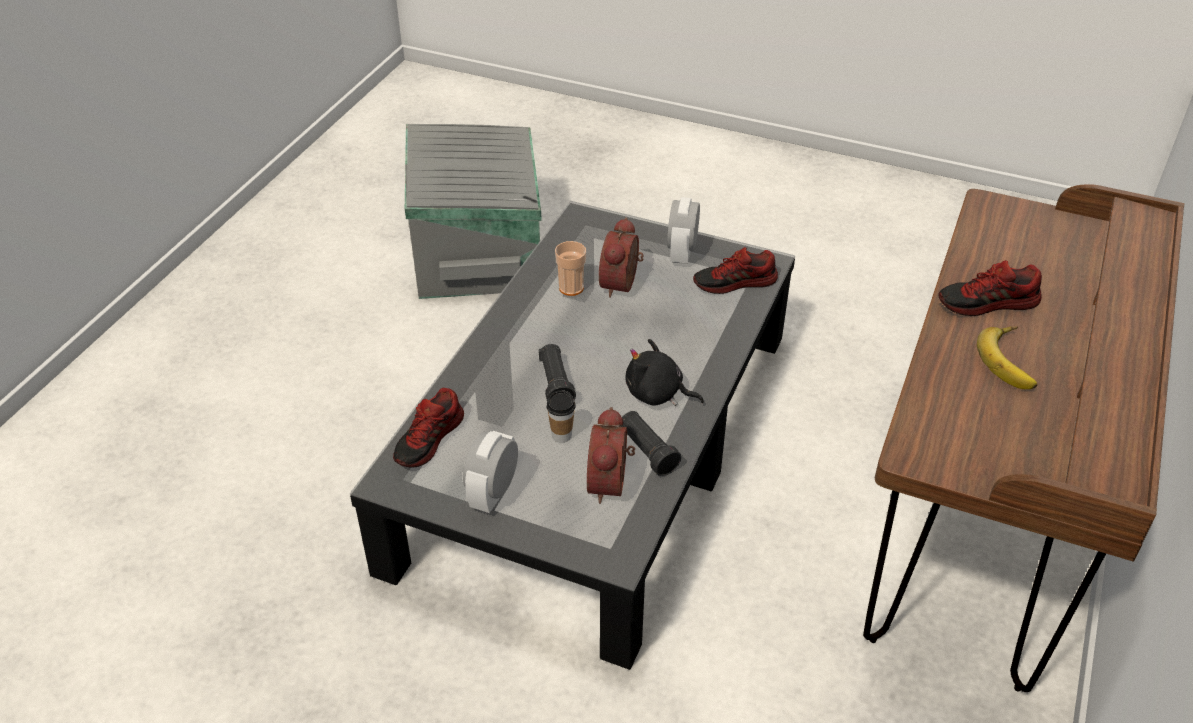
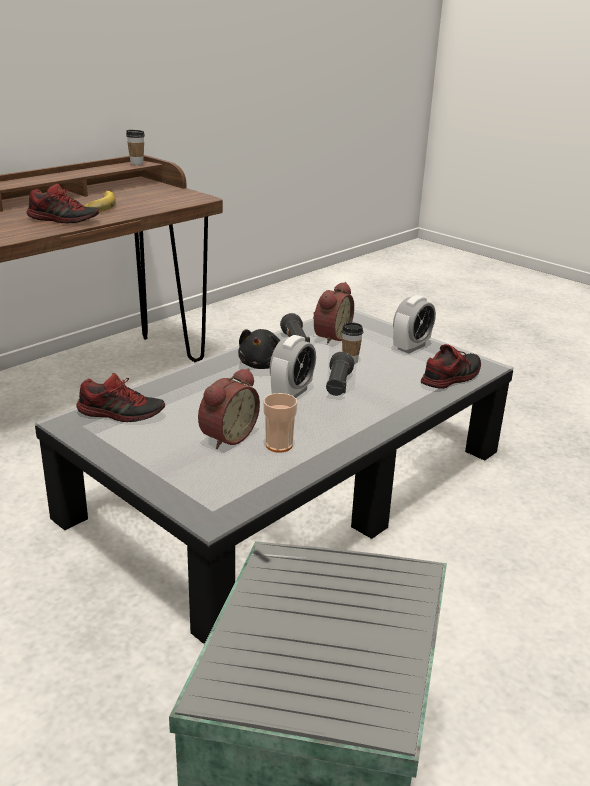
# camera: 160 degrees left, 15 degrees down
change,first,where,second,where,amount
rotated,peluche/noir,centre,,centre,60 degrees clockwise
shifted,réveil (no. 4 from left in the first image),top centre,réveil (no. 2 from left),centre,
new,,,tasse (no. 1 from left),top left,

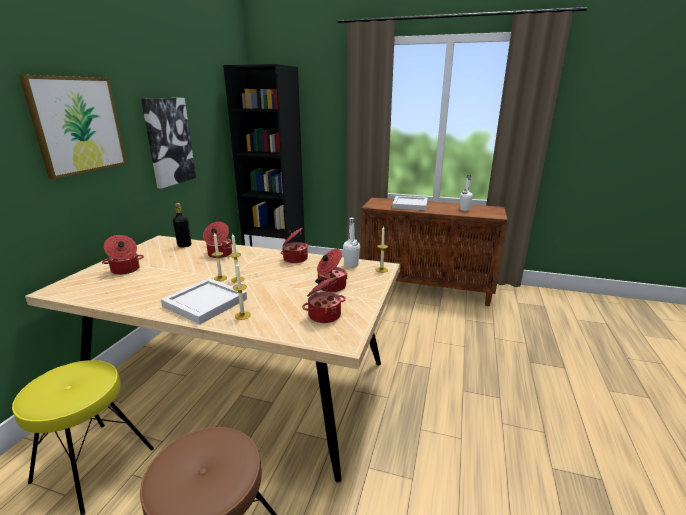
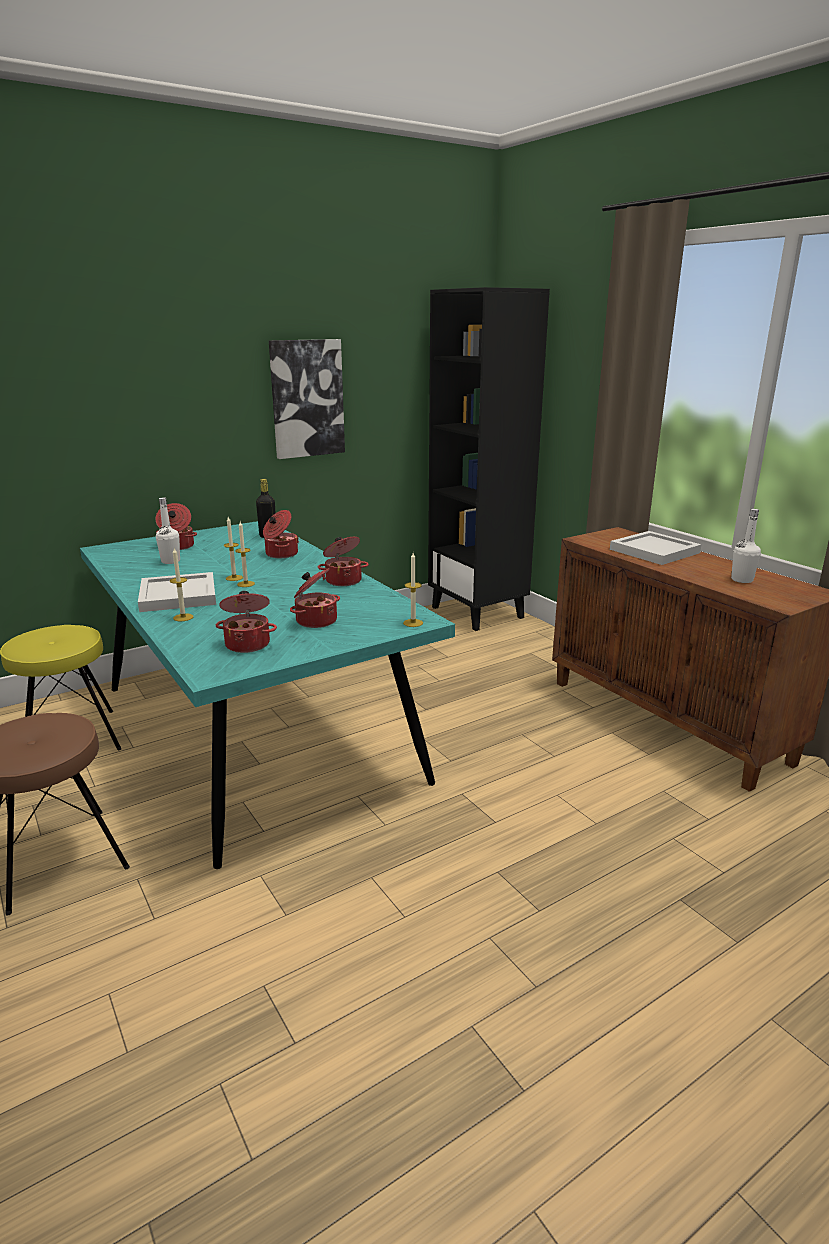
# camera: 40 degrees right, 0 degrees up
change,first,where,second,where,amount
gone,tableau (no. 1 from left),top left,,,
repainted,table à manger/beige,bottom left,table à manger/turquoise,middle left,
shifted,bouteille/blanc (no. 1 from left),centre,,middle left,

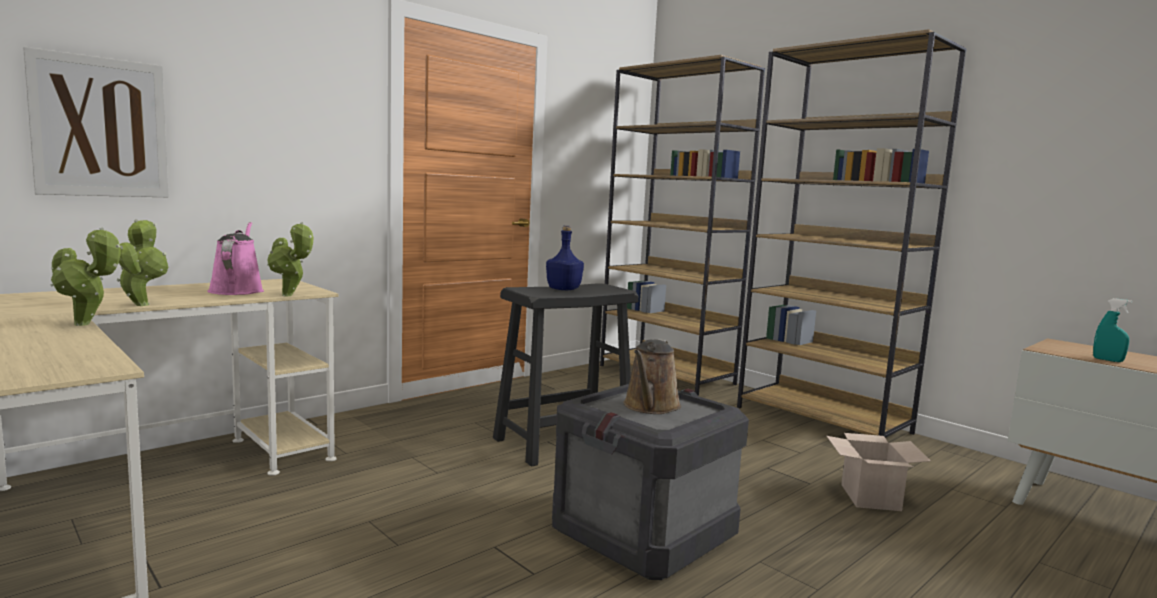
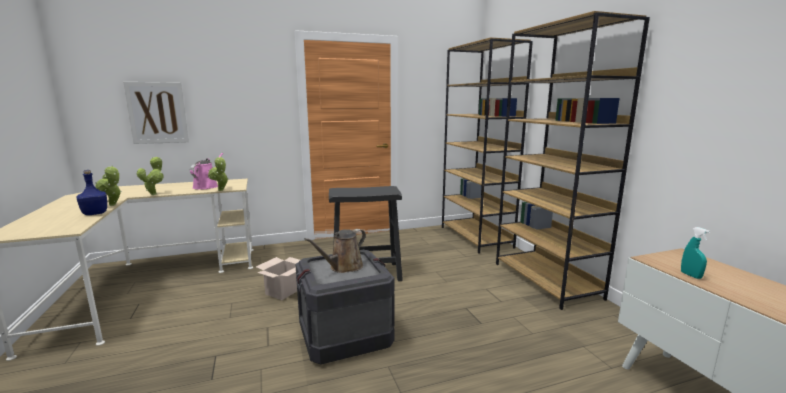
# camera: 25 degrees right, 5 degrees up
change,first,where,second,where,amount
shifted,bouteille/bleu,centre,,middle left,
shifted,carton,bottom right,,bottom centre,

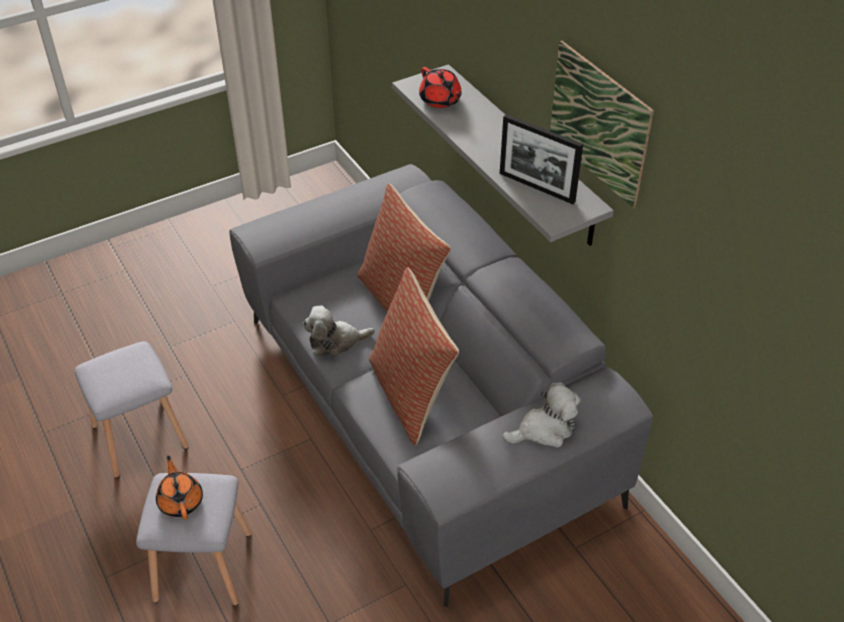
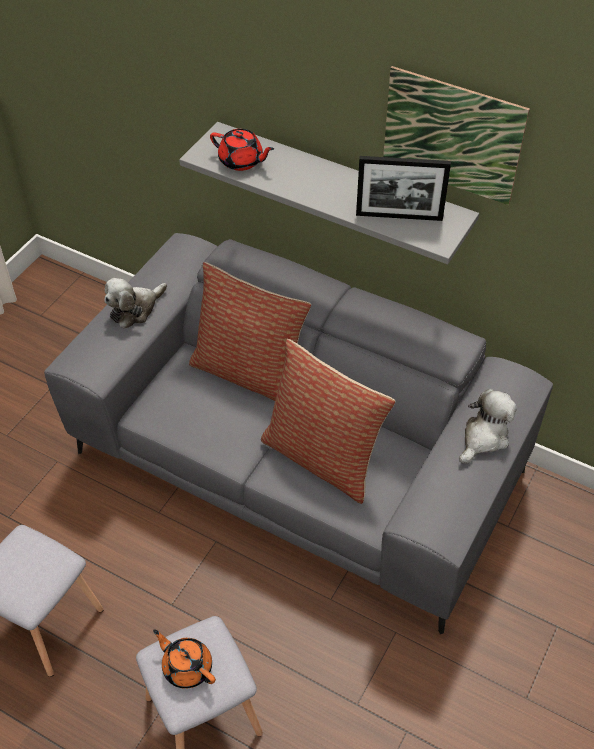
# camera: 30 degrees left, 5 degrees up
change,first,where,second,where,amount
shifted,peluche (no. 1 from left),centre,,middle left,

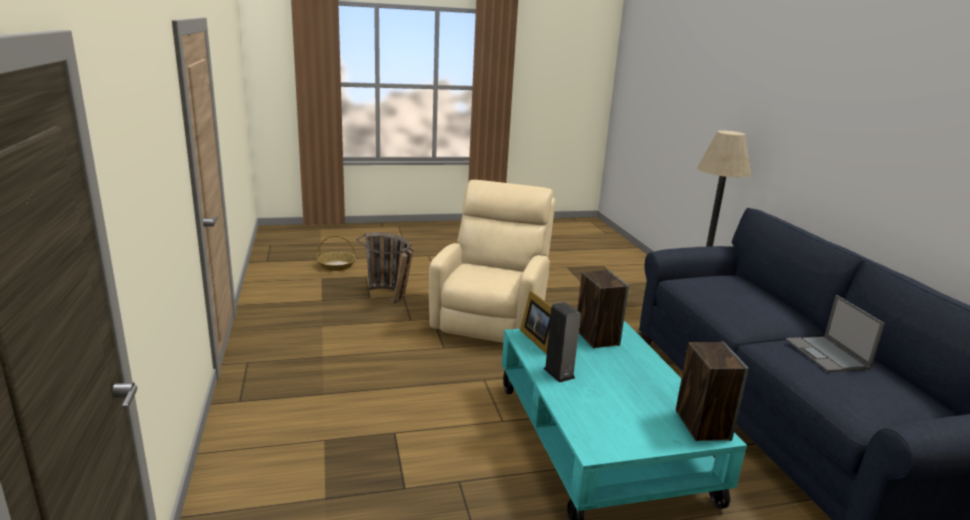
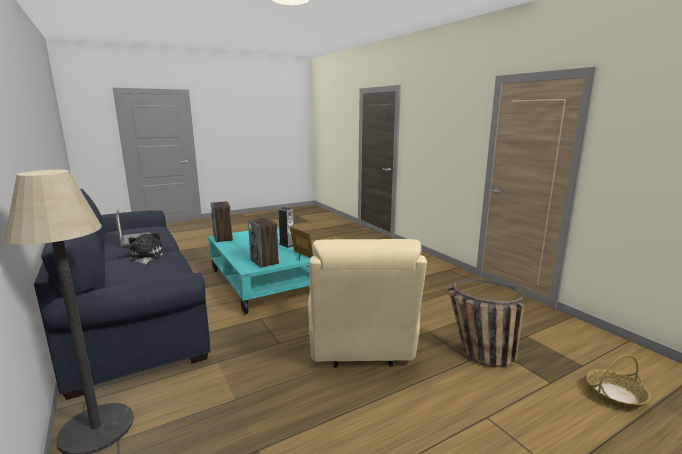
# camera: 165 degrees right, 5 degrees down
change,first,where,second,where,amount
new,,,peluche,middle left,

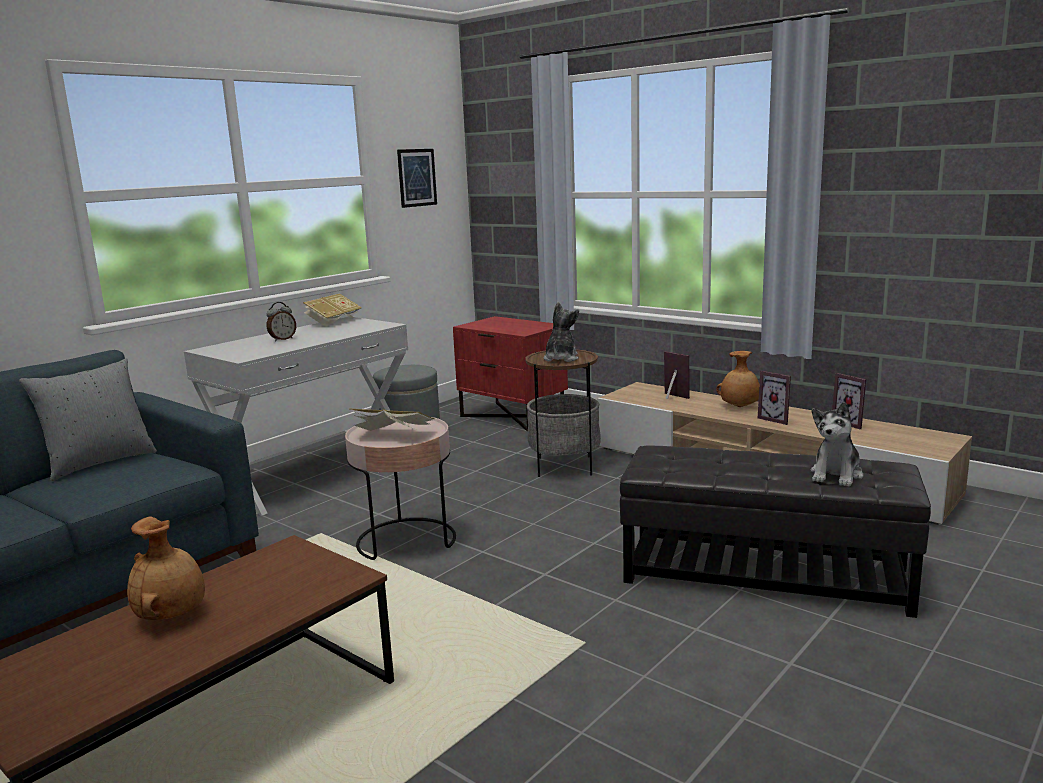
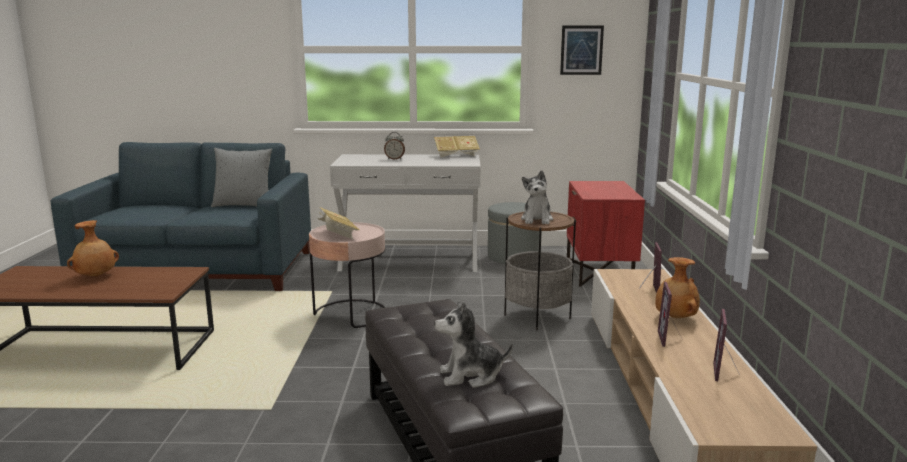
# camera: 50 degrees right, 0 degrees up
change,first,where,second,where,amount
rotated,peluche (no. 1 from left in the first image),centre,peluche (no. 2 from left),centre,120 degrees clockwise

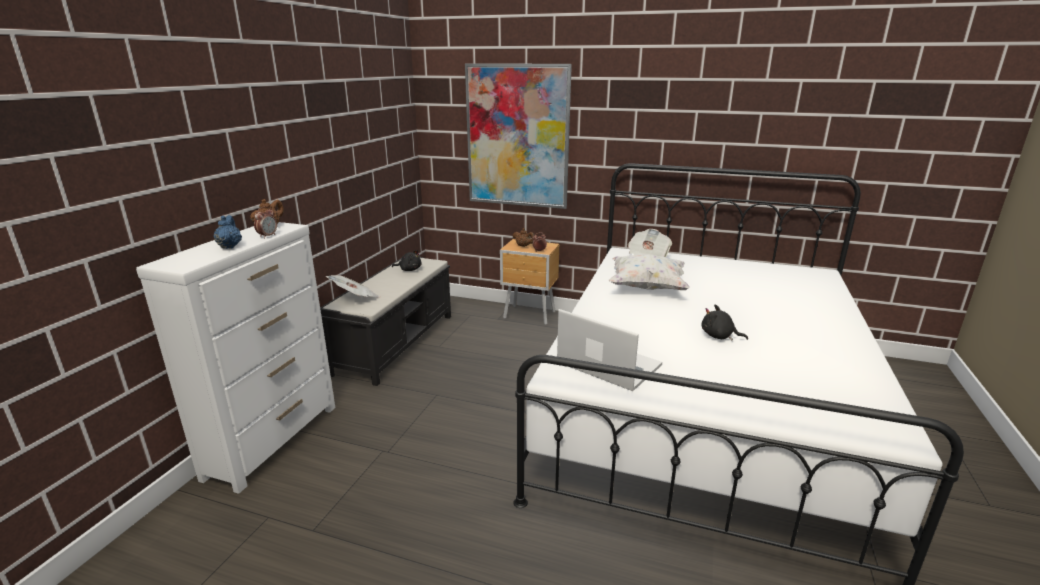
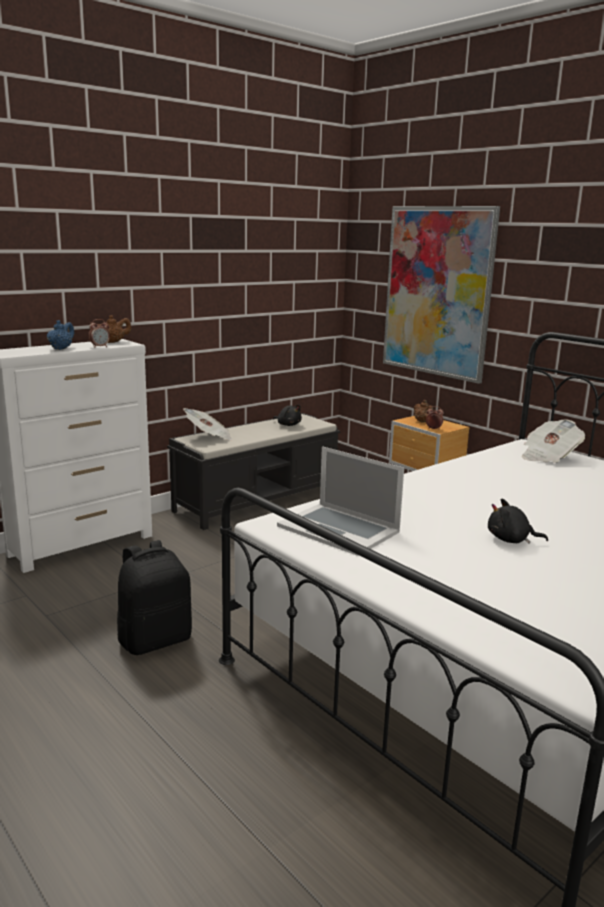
# camera: 30 degrees right, 5 degrees down
change,first,where,second,where,amount
rotated,ordinateur portable,centre,,centre,150 degrees clockwise
gone,coussin/blanc,centre,,,
rotated,peluche/noir (no. 2 from left),middle right,,middle right,45 degrees counterclockwise
new,,,sac à dos/noir,middle left,

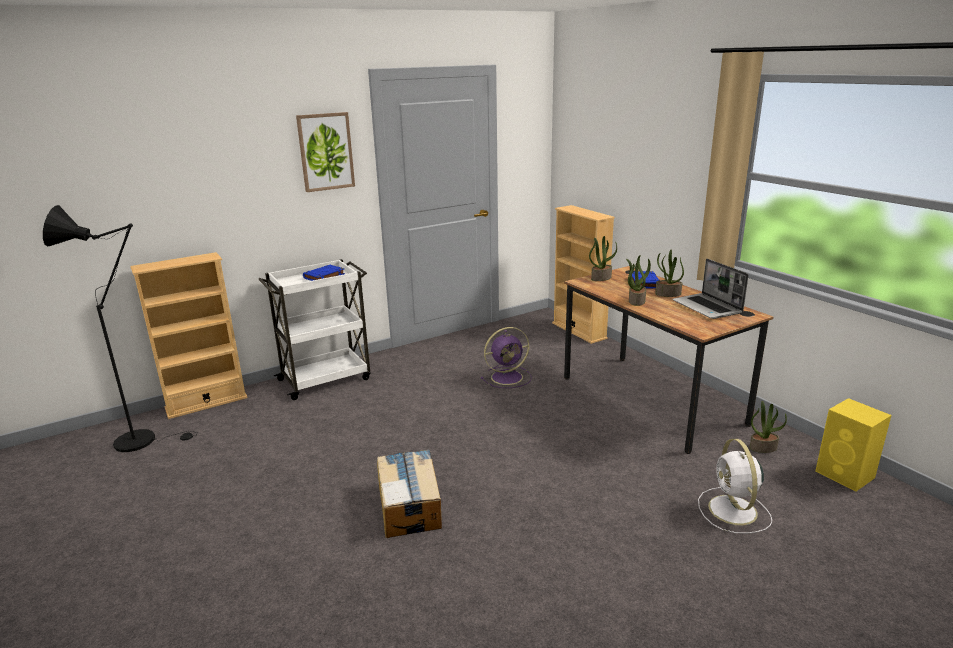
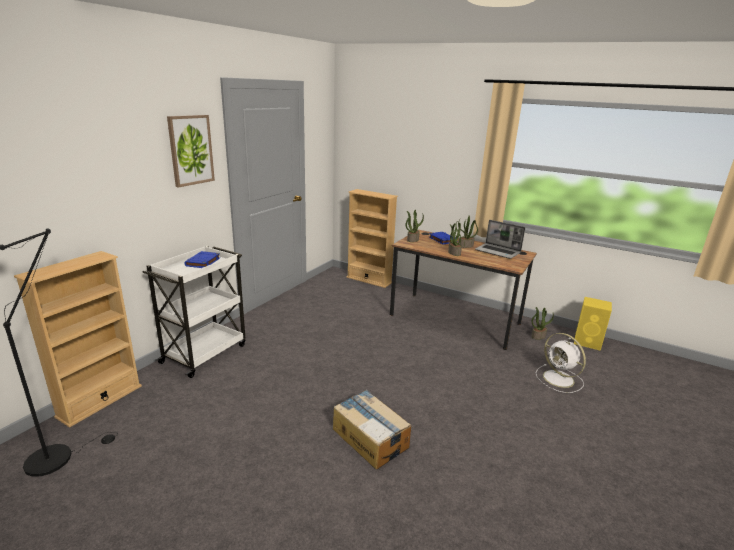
# camera: 30 degrees left, 0 degrees up
change,first,where,second,where,amount
gone,ventilateur/violet,centre,,,

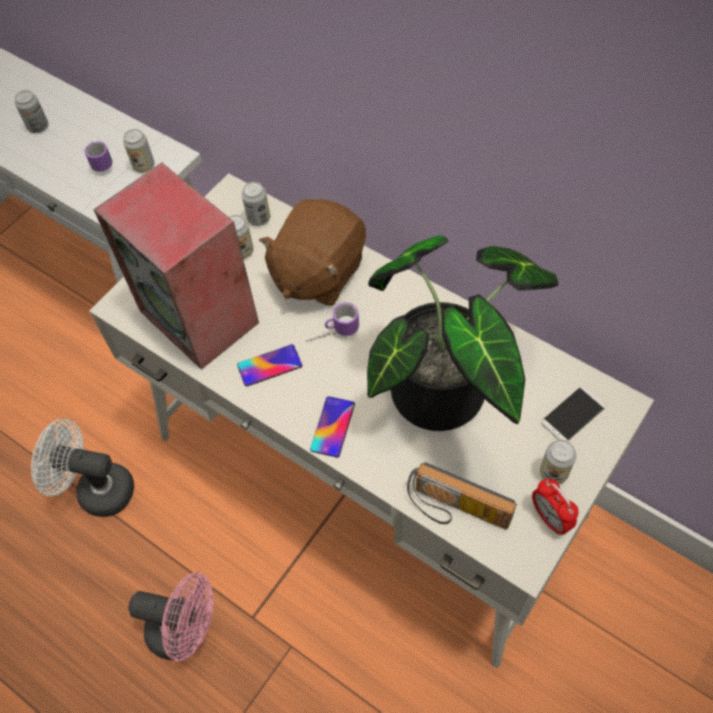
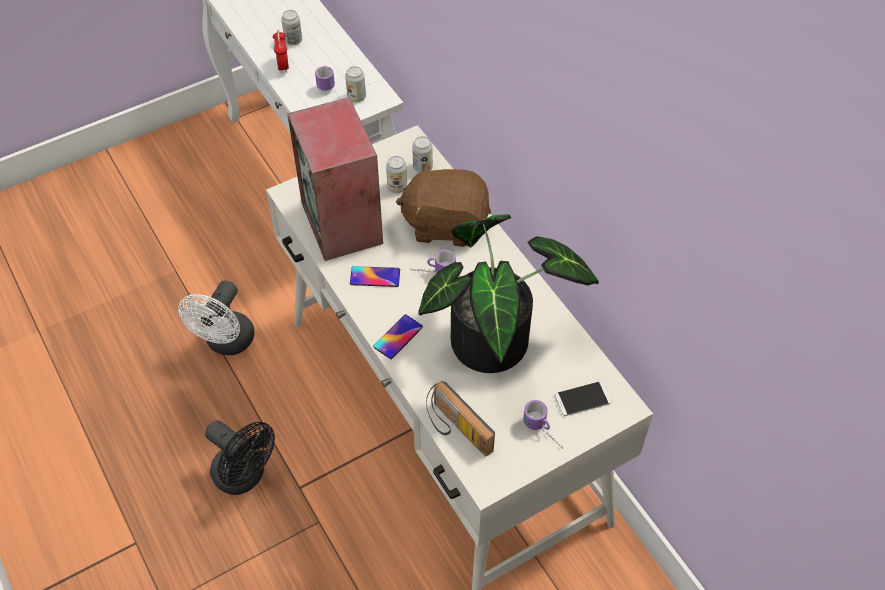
# camera: 20 degrees right, 5 degrees down
change,first,where,second,where,amount
rotated,ventilateur/blanc,middle left,,middle left,105 degrees counterclockwise
repainted,ventilateur/rose,bottom left,ventilateur/noir,bottom left,
rotated,peluche/marron,centre,,centre,45 degrees clockwise
shifted,réveil,bottom right,,top left,
swapped,boîte métallique (no. 5 from left),middle right,mug (no. 3 from left),bottom centre,

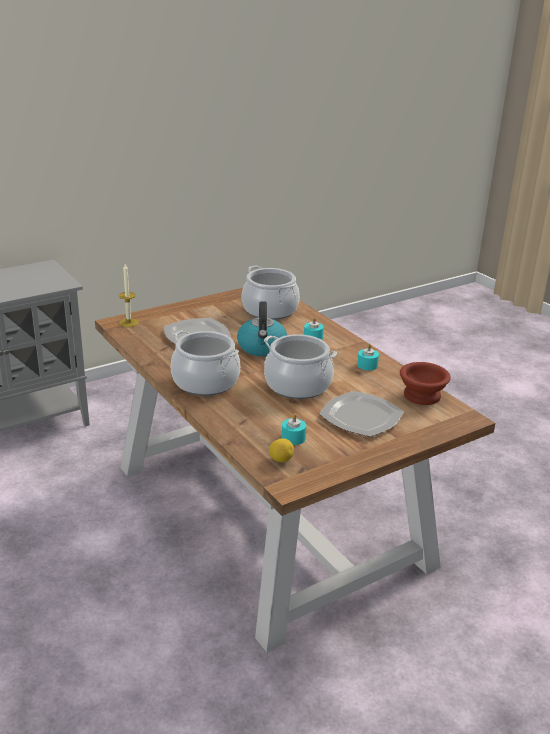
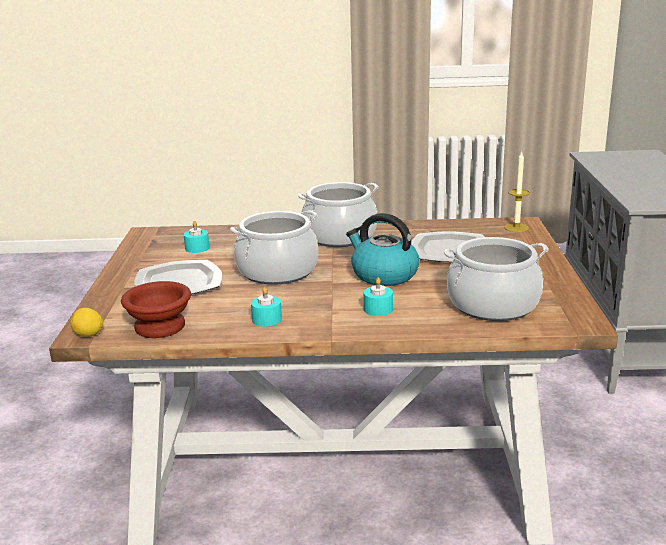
# camera: 125 degrees right, 5 degrees down
change,first,where,second,where,amount
shifted,citron,centre,,middle left,

